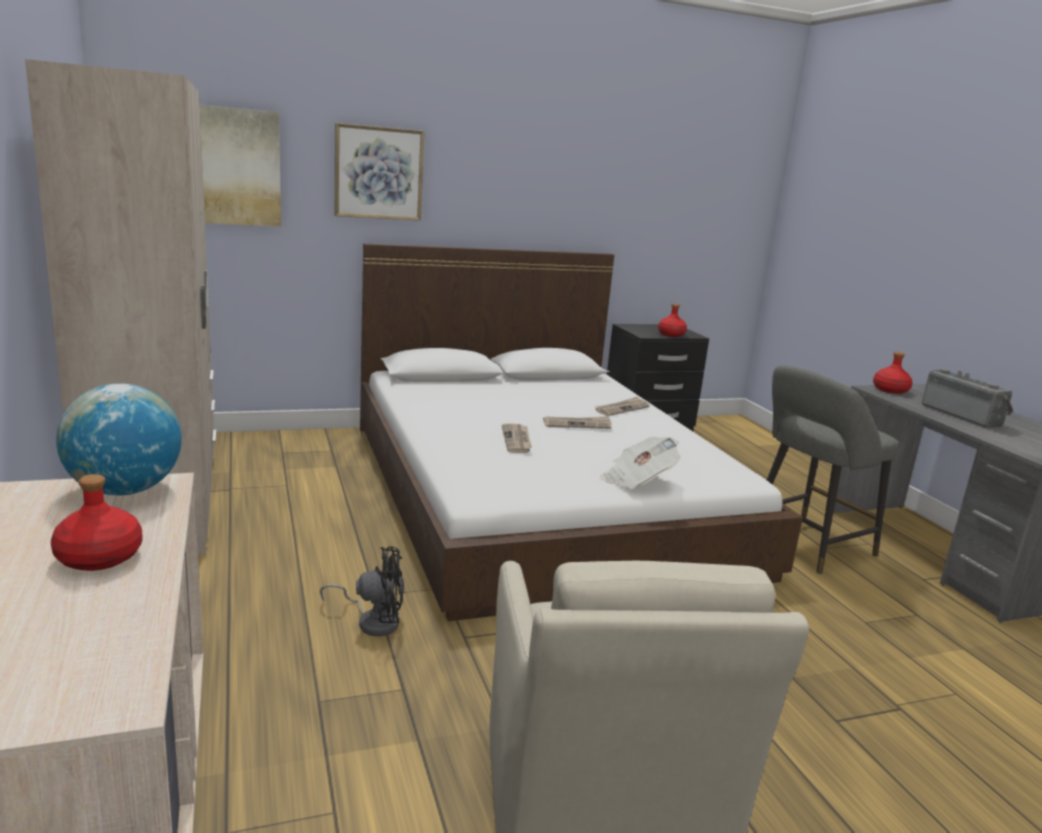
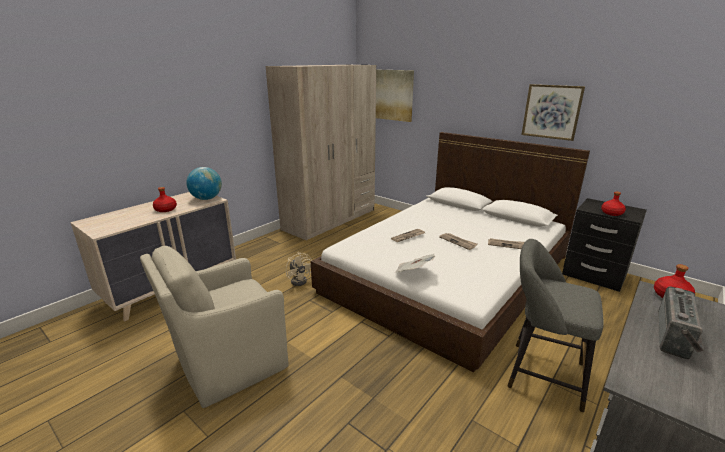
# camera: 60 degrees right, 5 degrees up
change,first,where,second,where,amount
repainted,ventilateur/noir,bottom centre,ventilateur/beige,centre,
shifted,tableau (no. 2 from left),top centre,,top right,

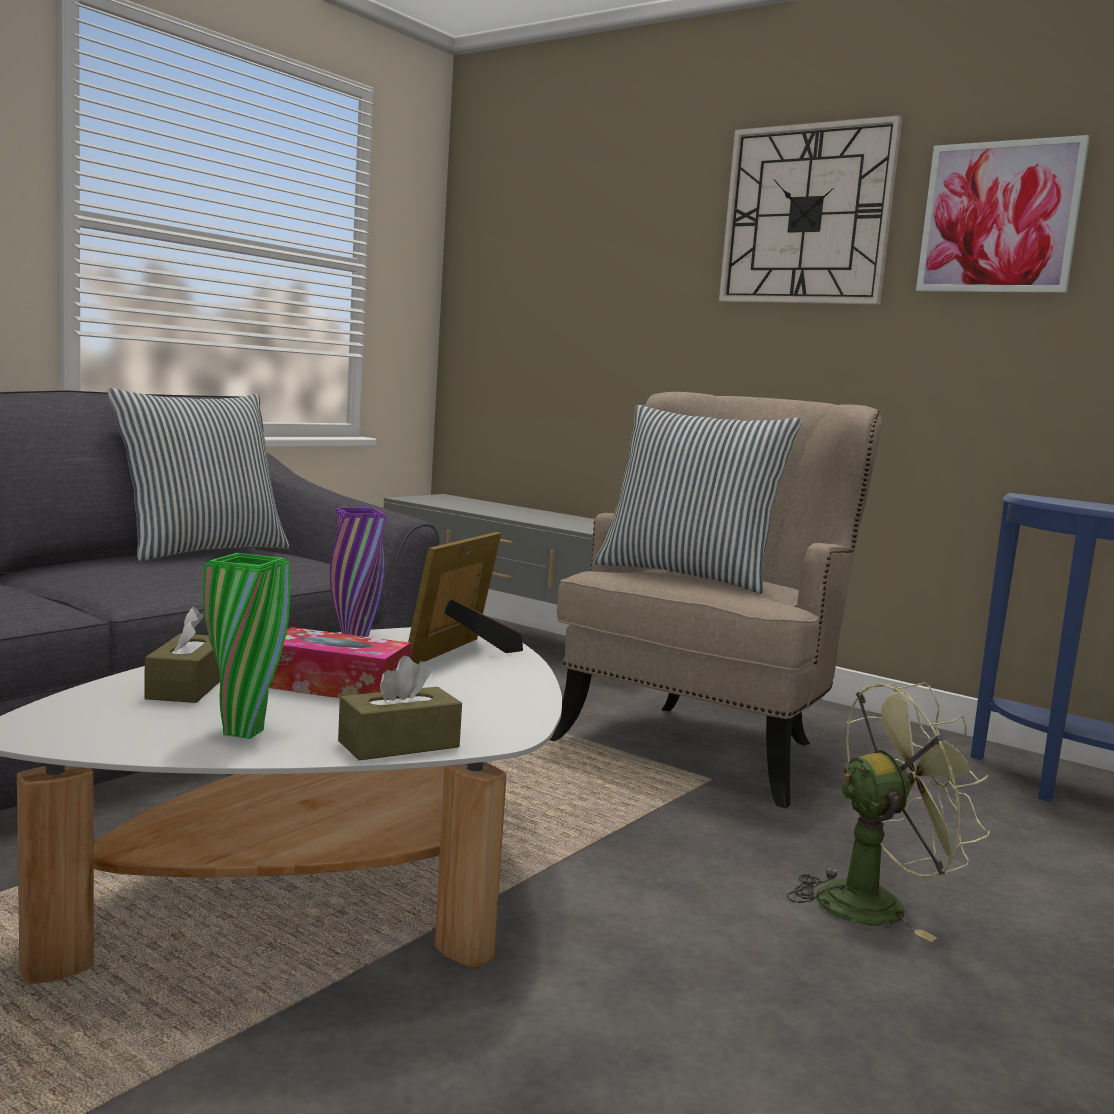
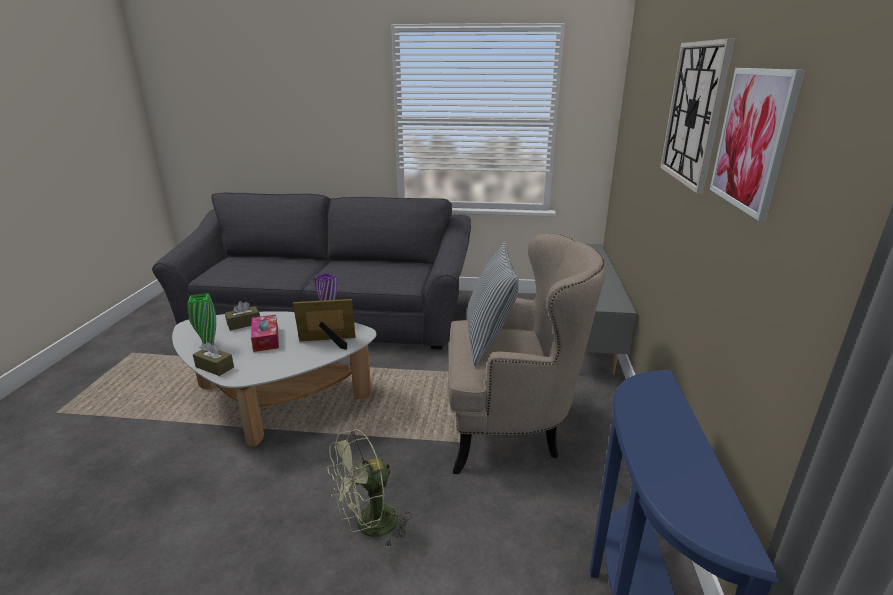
# camera: 60 degrees right, 15 degrees up
change,first,where,second,where,amount
gone,coussin (no. 1 from left),middle left,,,
rotated,ventilateur/vert,bottom right,,bottom centre,105 degrees clockwise

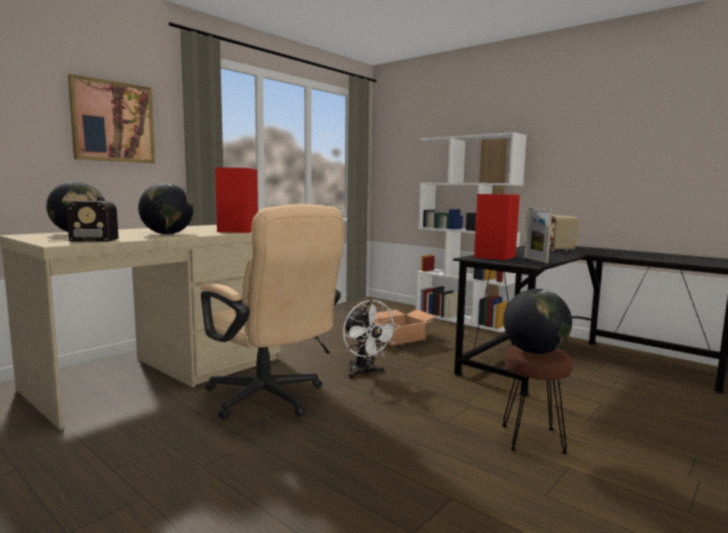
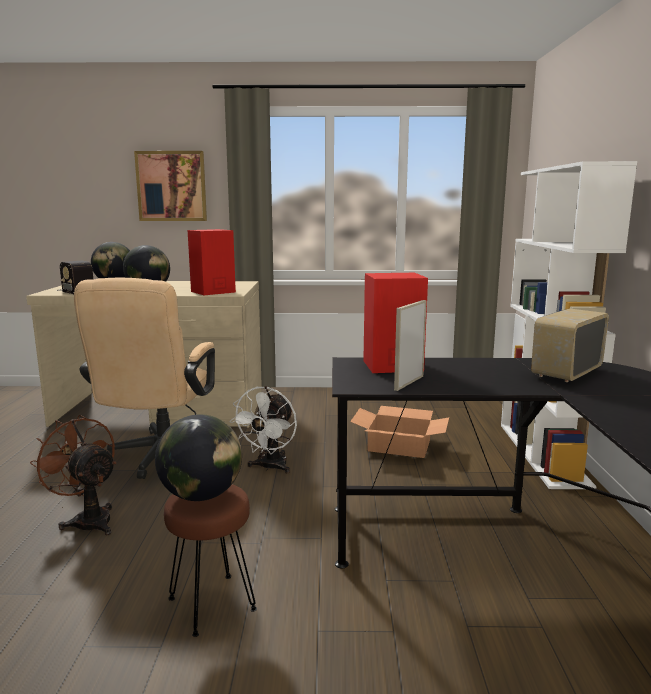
# camera: 50 degrees right, 5 degrees up
change,first,where,second,where,amount
new,,,ventilateur/marron,bottom left,

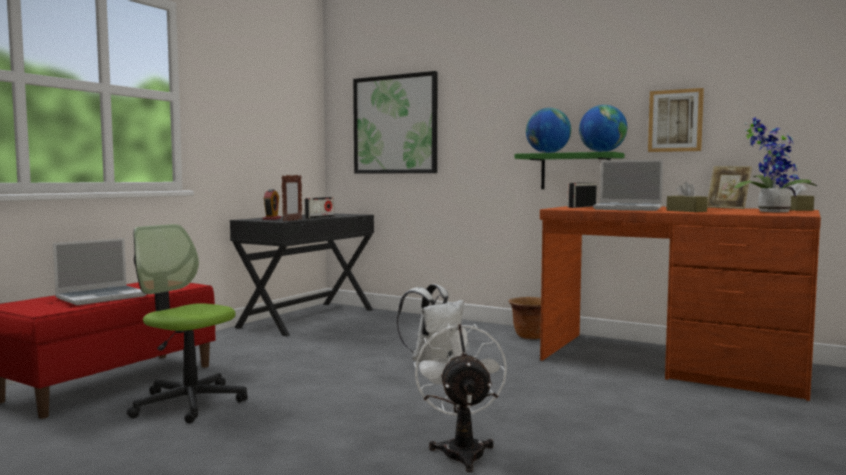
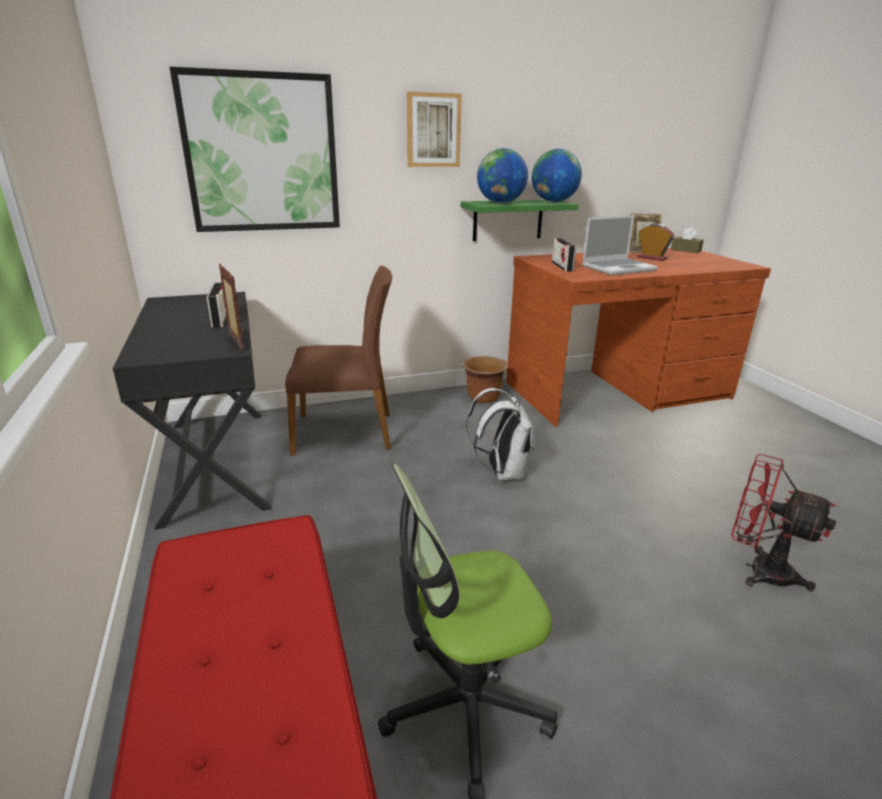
# camera: 50 degrees left, 20 degrees up
change,first,where,second,where,amount
gone,ordinateur portable (no. 1 from left),middle left,,,
shifted,réveil,middle left,,top right,
repainted,ventilateur/blanc,bottom centre,ventilateur/rouge,middle right,
shifted,tableau (no. 2 from left),top right,,top centre,
gone,boîte à mouchoirs/marron (no. 1 from left),middle right,,,
gone,plante en pot,middle right,,,
new,,,chaise/marron,centre,

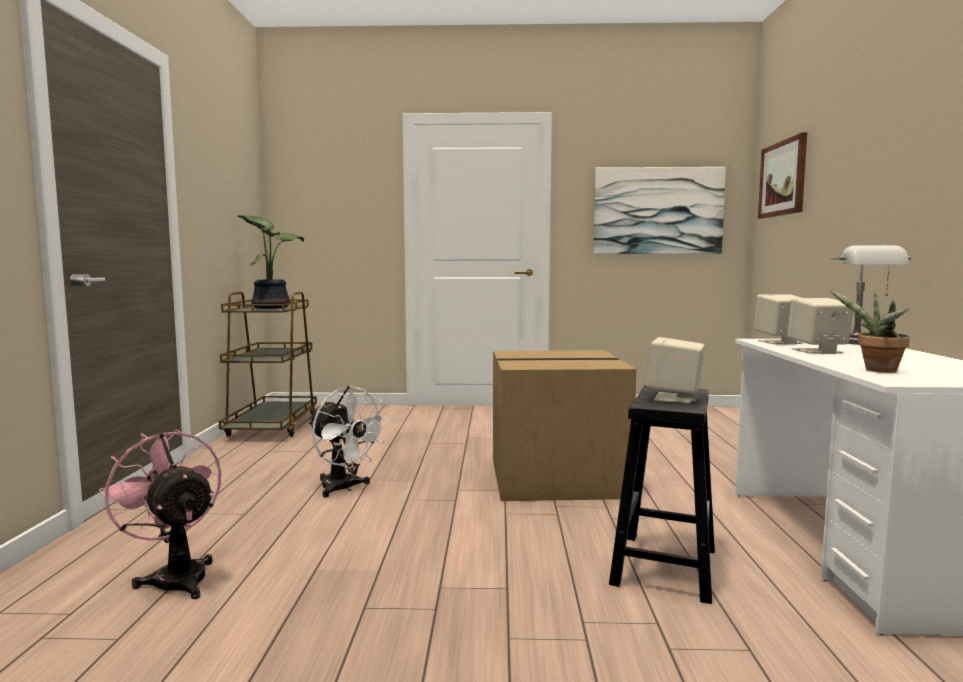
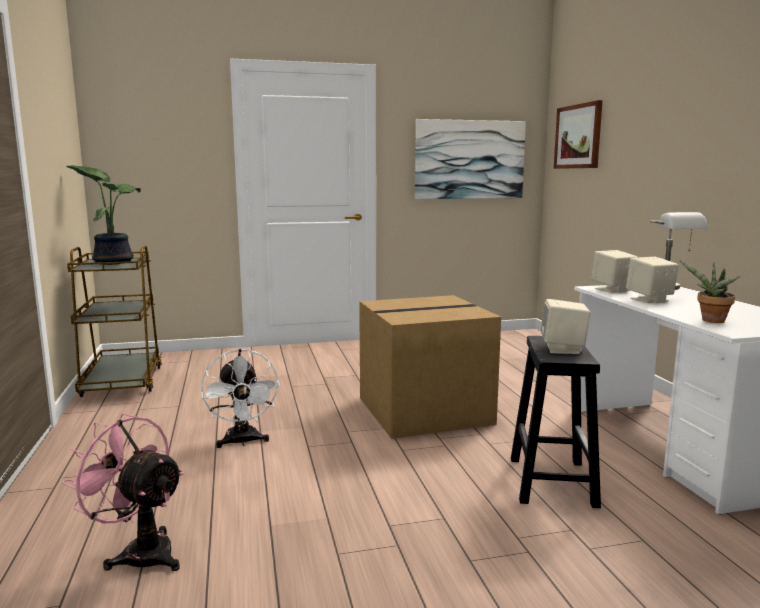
# camera: 15 degrees left, 5 degrees up
change,first,where,second,where,amount
rotated,ventilateur/blanc,centre,,middle left,45 degrees clockwise

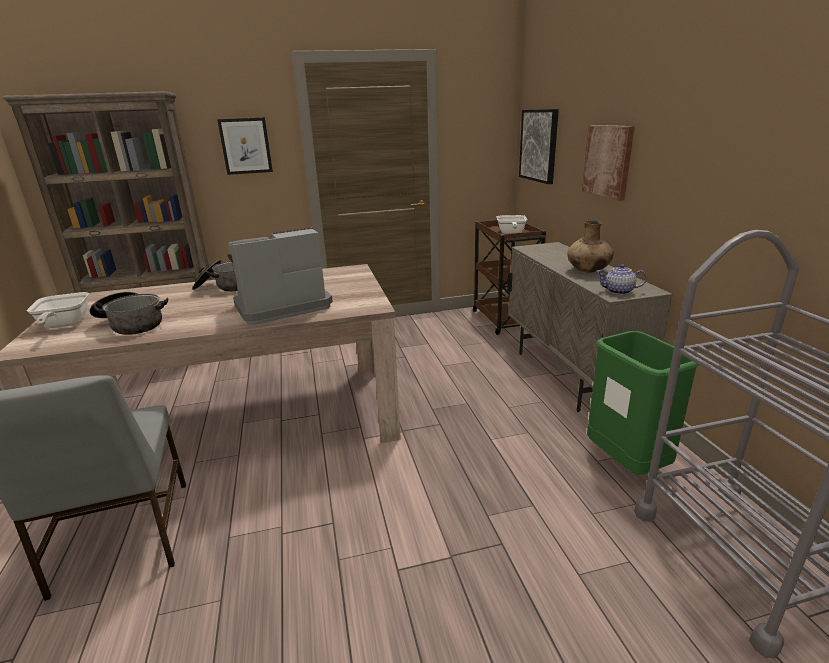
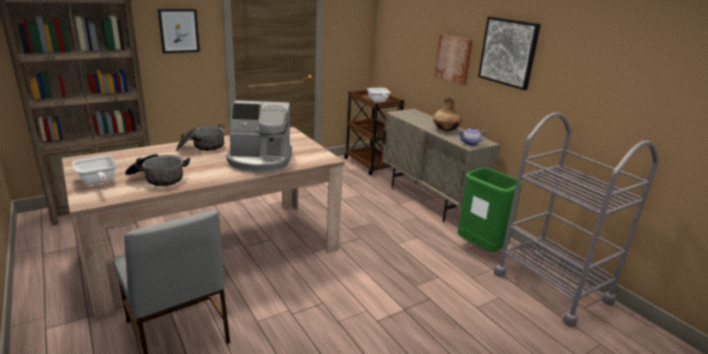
# camera: 20 degrees left, 0 degrees up
change,first,where,second,where,amount
rotated,machine à café,centre,,centre,135 degrees counterclockwise
shifted,tableau (no. 2 from left in the first image),top centre,tableau (no. 3 from left),top right,

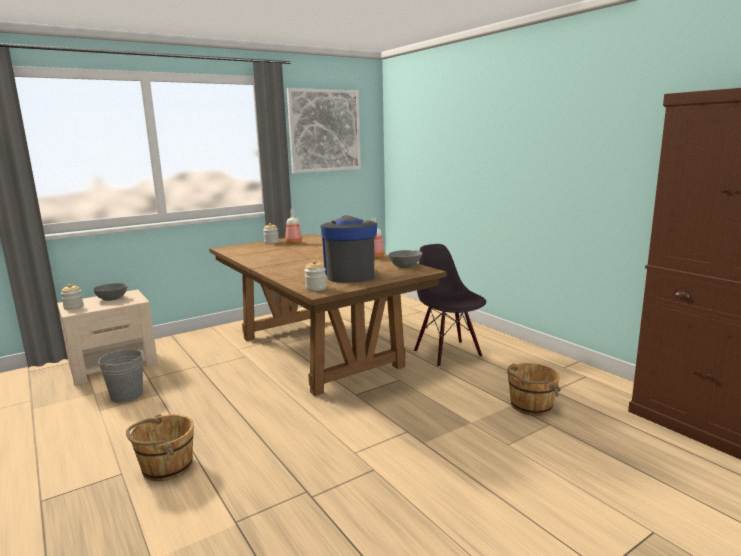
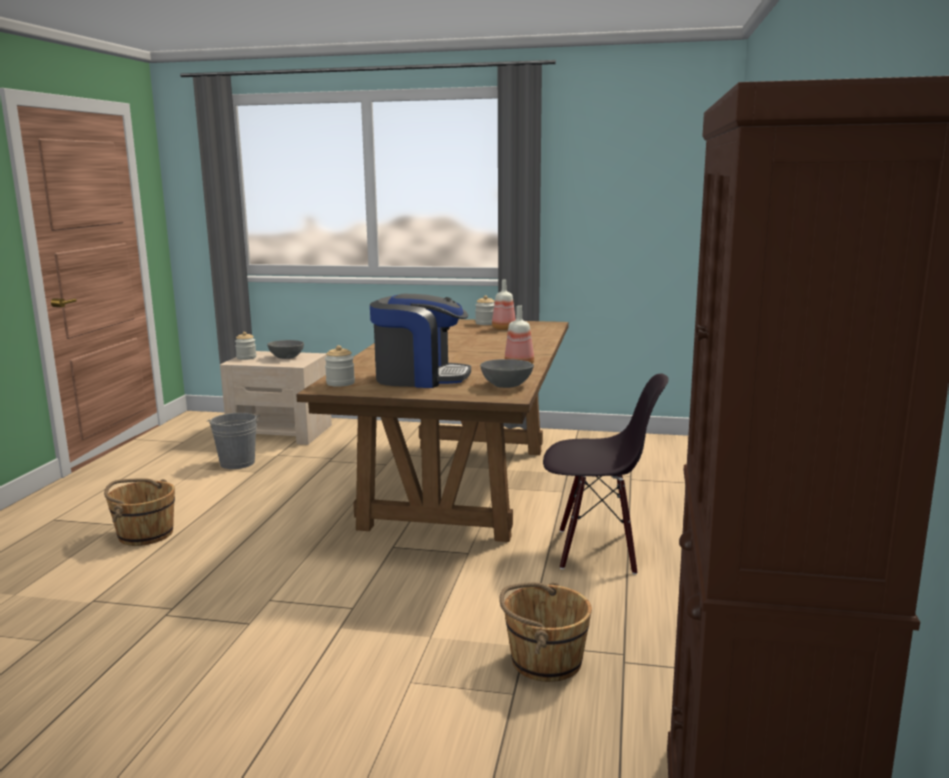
# camera: 45 degrees right, 0 degrees up
change,first,where,second,where,amount
gone,tableau,top centre,,,
rotated,machine à café,centre,,centre,60 degrees clockwise
rotated,chaise/noir,centre,,centre,75 degrees clockwise

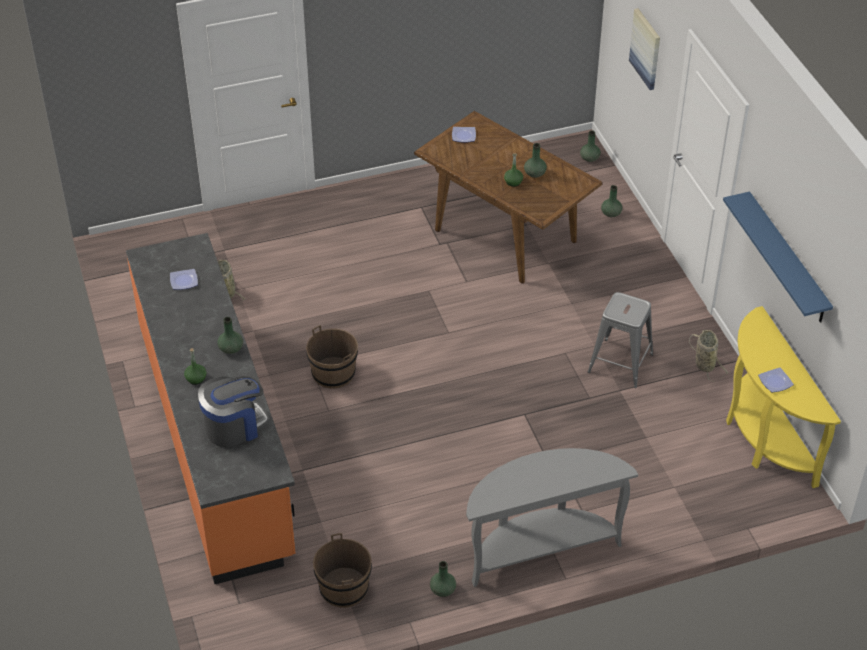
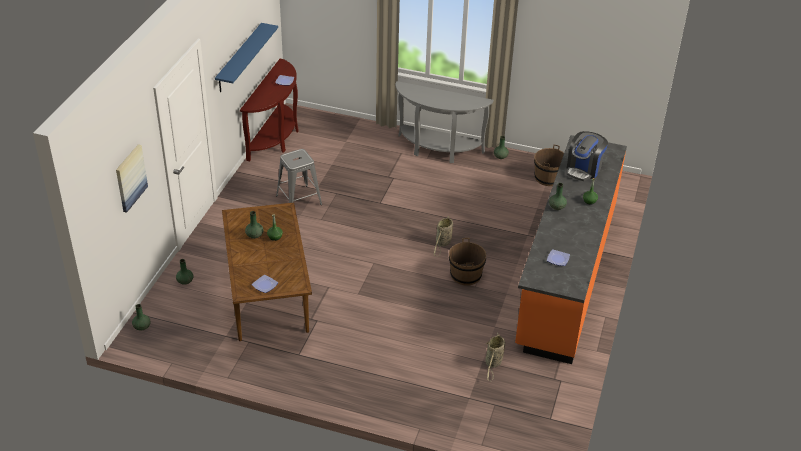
# camera: 145 degrees left, 5 degrees down
change,first,where,second,where,amount
rotated,machine à café,middle left,,middle right,60 degrees counterclockwise
shifted,panier (no. 2 from left in the first image),middle right,panier (no. 1 from left),centre,
repainted,table console/jaune,middle right,table console/marron,top centre,

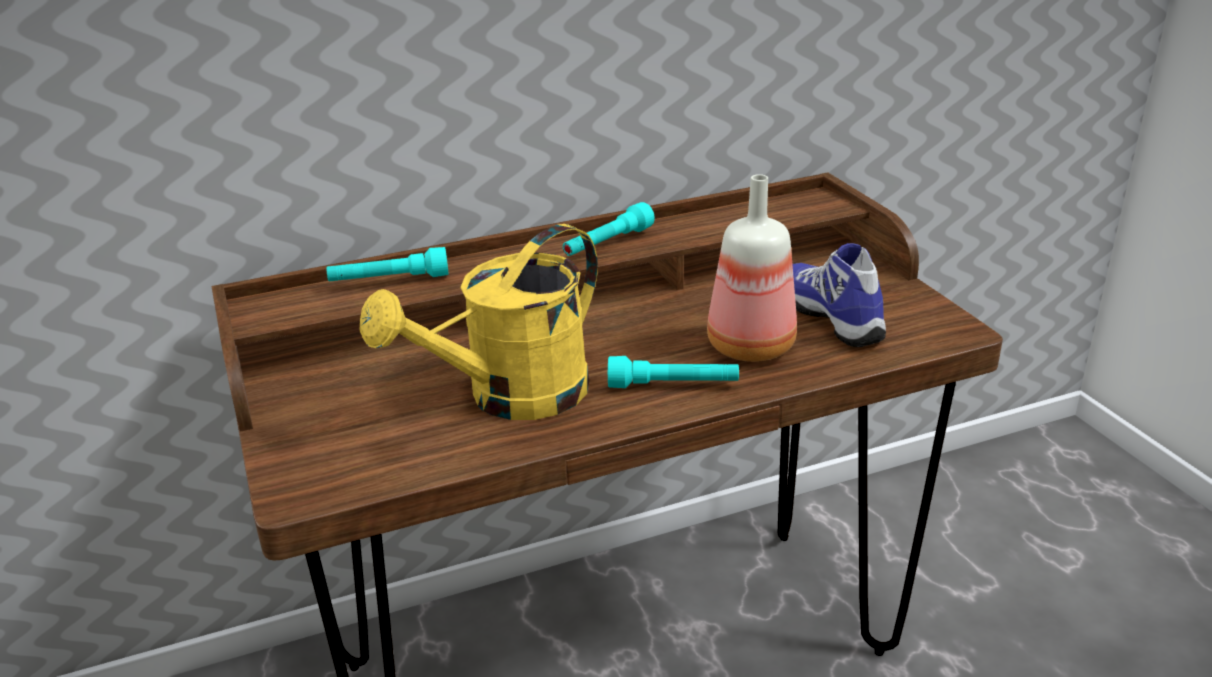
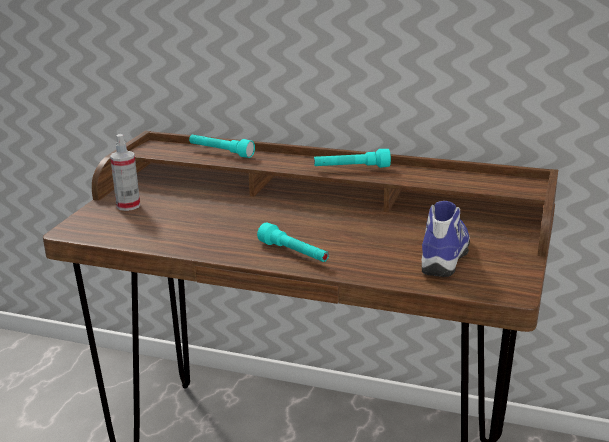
# camera: 40 degrees right, 5 degrees down
change,first,where,second,where,amount
gone,arrosoir/jaune,centre,,,
gone,bouteille,centre,,,
new,,,vaporisateur,middle left,

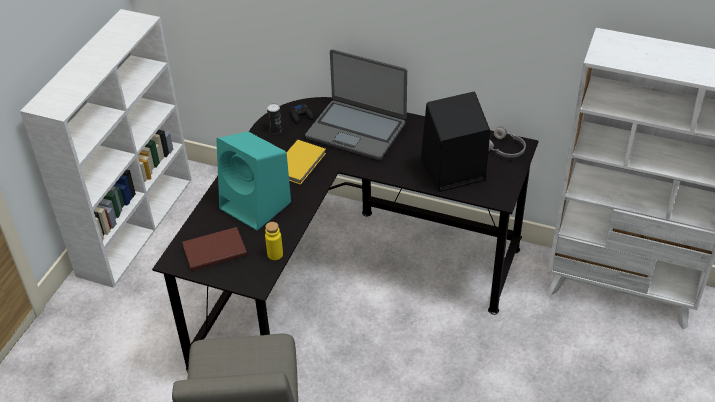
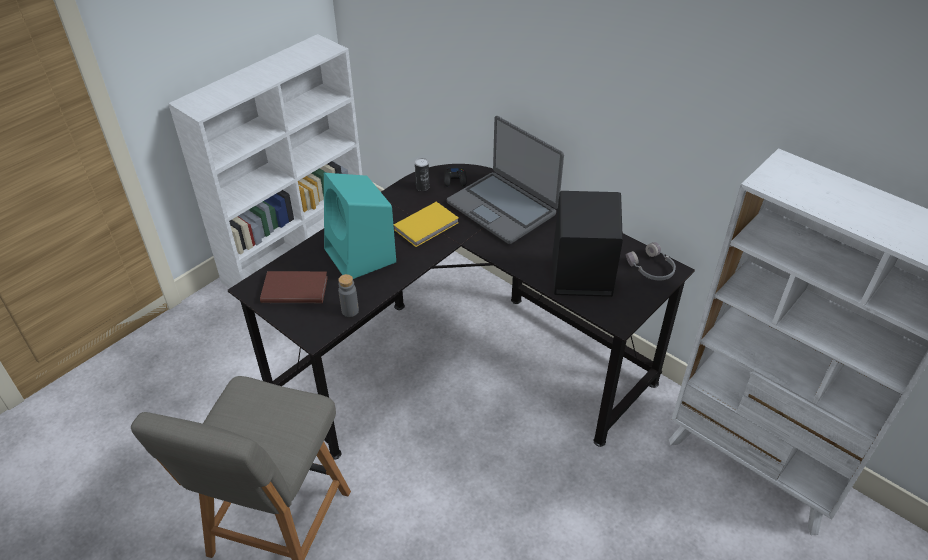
# camera: 20 degrees right, 0 degrees up
change,first,where,second,where,amount
repainted,bouteille/jaune,centre,bouteille/gris,centre,

